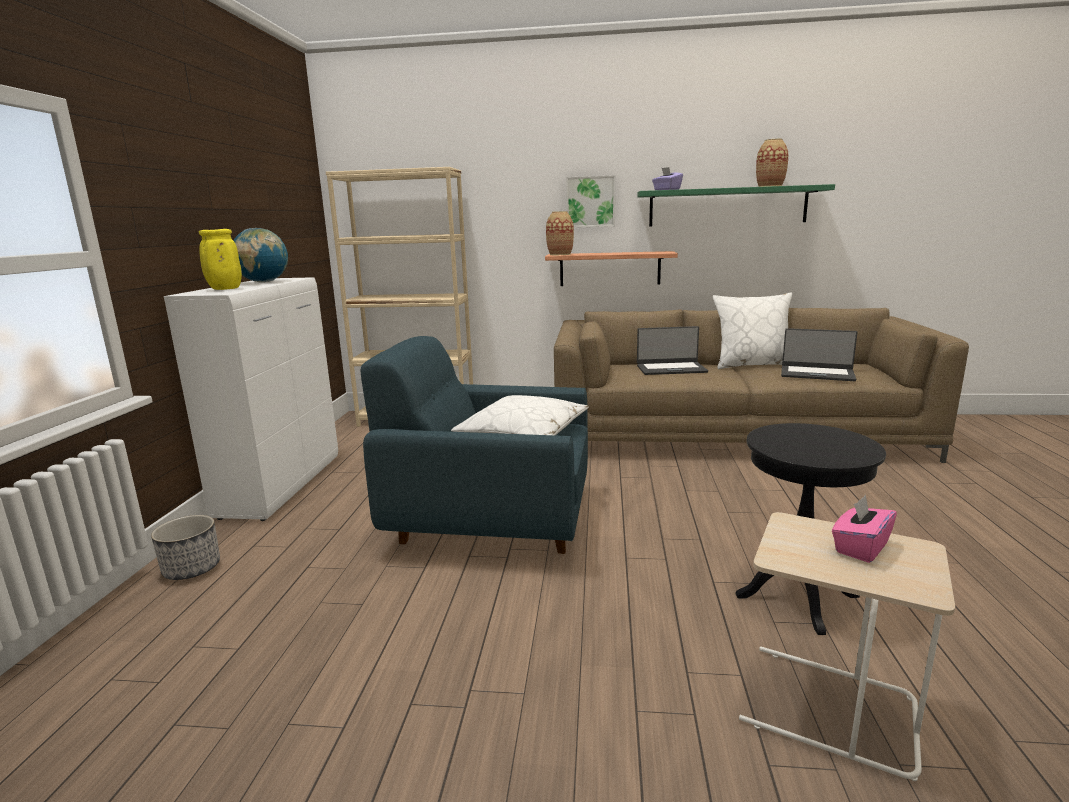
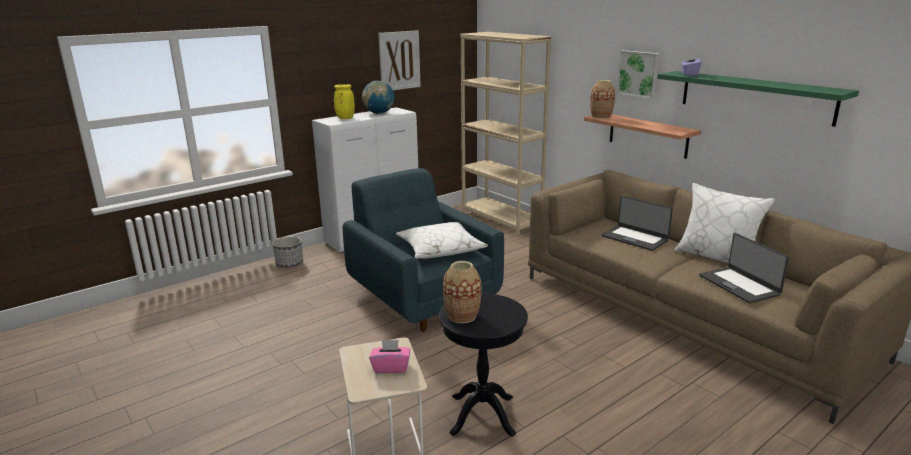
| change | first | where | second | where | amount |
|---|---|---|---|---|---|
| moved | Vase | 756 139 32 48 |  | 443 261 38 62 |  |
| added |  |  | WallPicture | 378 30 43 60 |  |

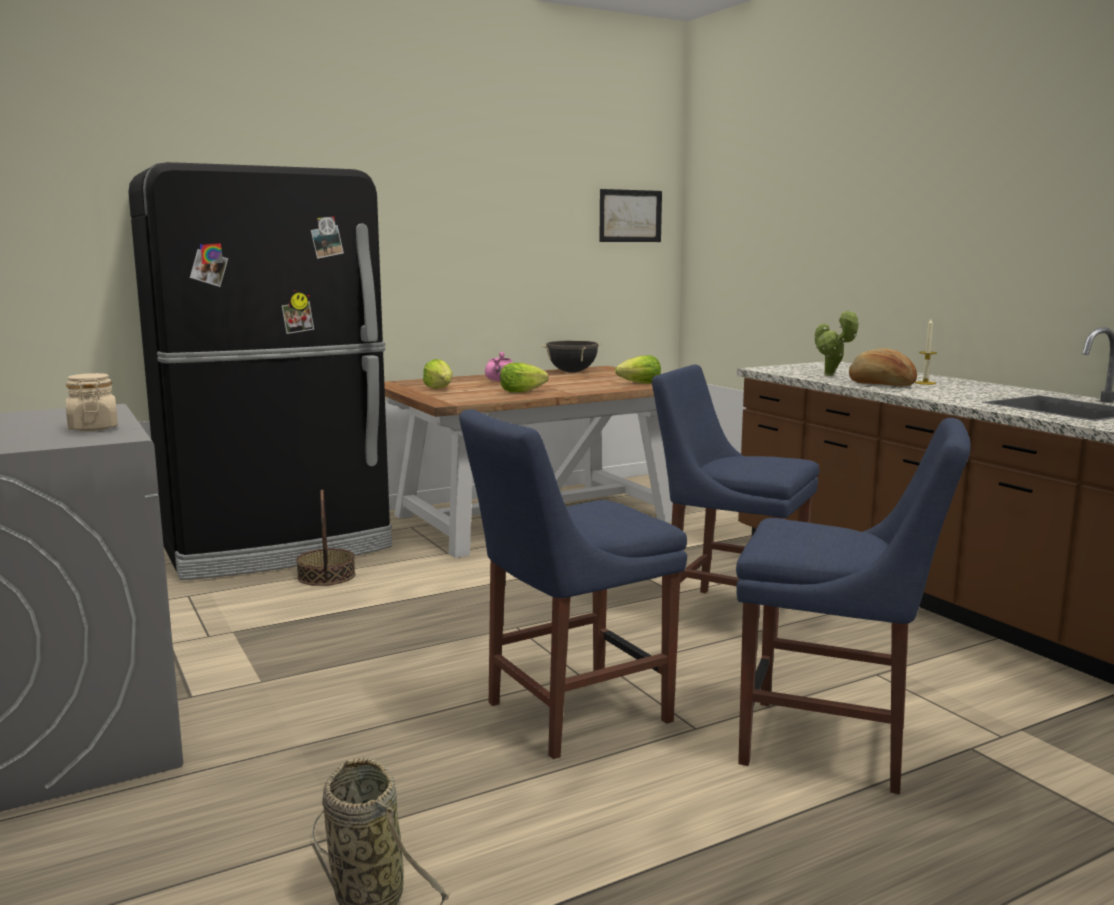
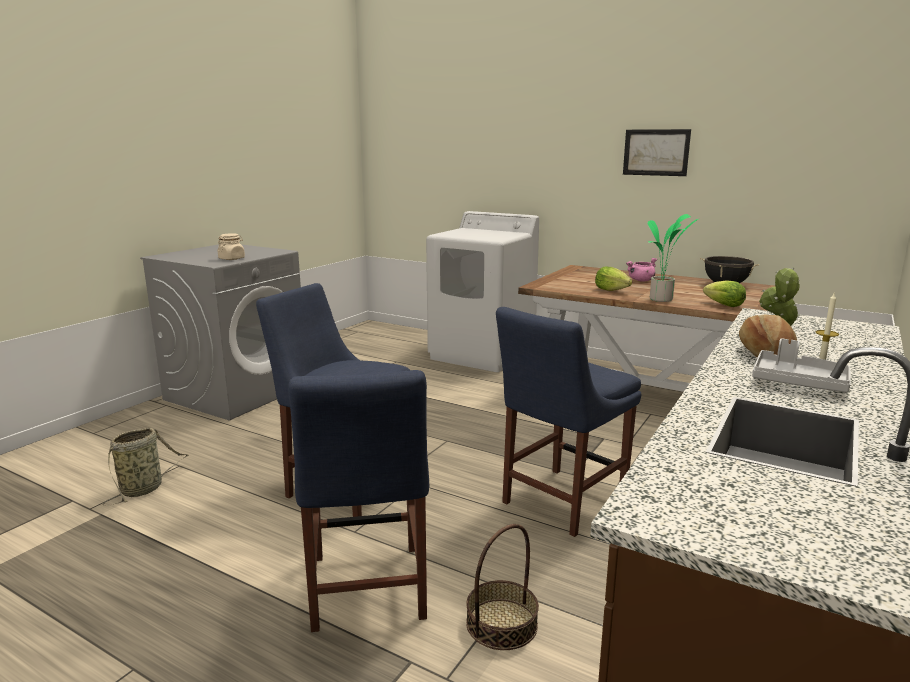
| change | first | where | second | where | amount |
|---|---|---|---|---|---|
| replaced | BlackFridge | 128 162 264 418 | WhiteColouredWashingMachine | 426 211 113 161 |  |
| moved | WallPicture | 599 189 63 53 |  | 623 129 68 47 |  |
| removed | LettuceHead | 423 359 29 30 |  |  |  |
| turned | BlueChair | 652 365 168 273 |  | 496 307 145 230 | 135 degrees counterclockwise |
| moved | Basket | 296 490 59 96 |  | 466 524 73 126 |  |
| added |  |  | PottedPlant | 647 214 51 88 |  |
| added |  |  | GreyServingTray | 752 338 99 55 |  |

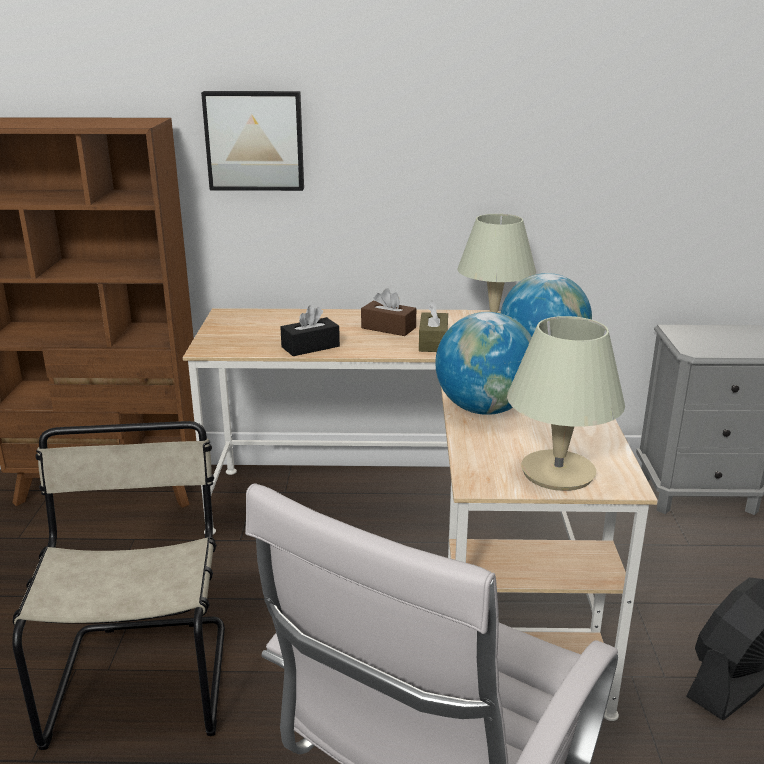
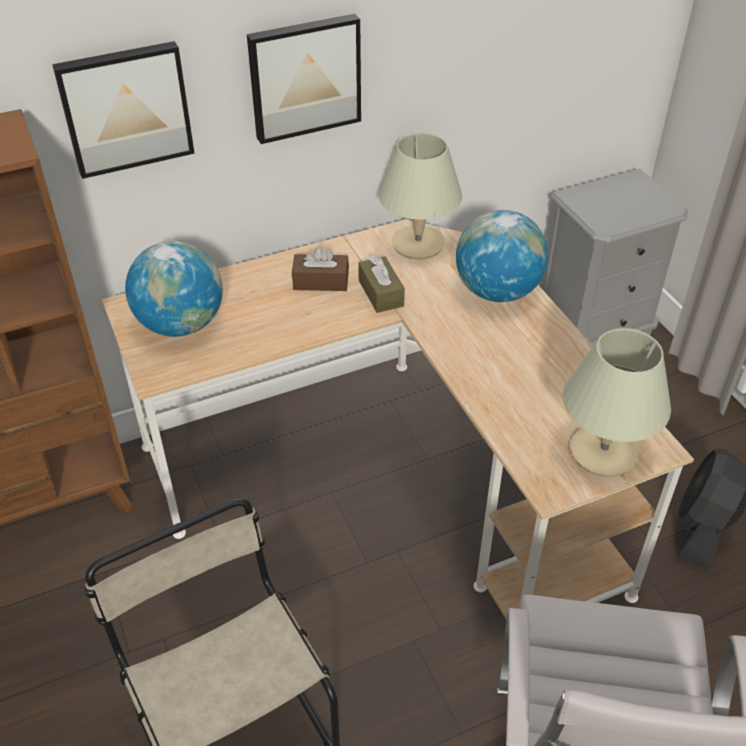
| change | first | where | second | where | amount |
|---|---|---|---|---|---|
| removed | BlackBoxOfTissues | 280 305 60 51 |  |  |  |
| moved | WorldGlobe | 435 312 97 103 |  | 125 241 98 96 |  |
| added |  |  | WallPicture | 247 14 114 130 |  |

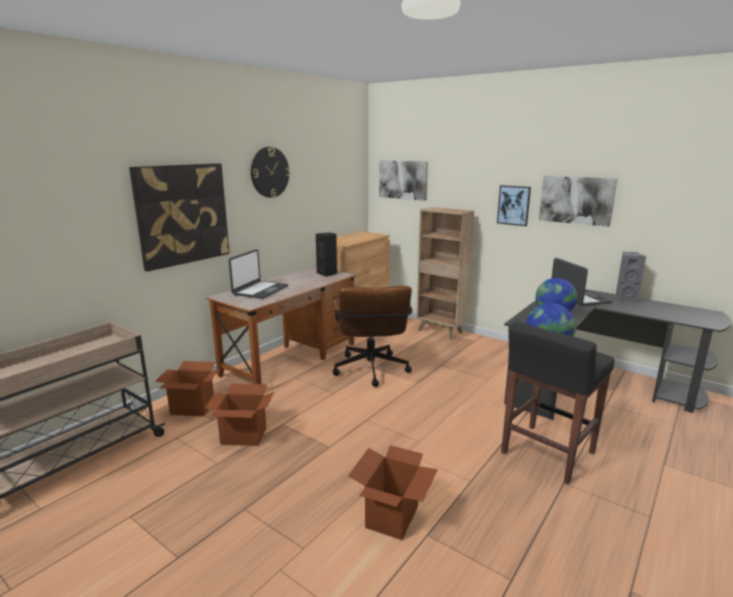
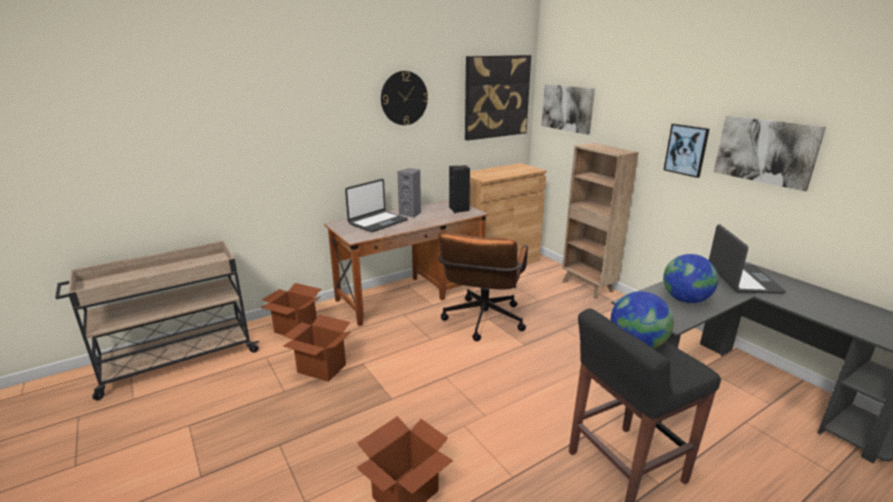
| change | first | where | second | where | amount |
|---|---|---|---|---|---|
| moved | WallPicture | 129 163 101 109 |  | 465 55 66 86 |  |
| moved | GreyAudioSpeaker | 616 252 30 51 |  | 398 168 23 50 |  |

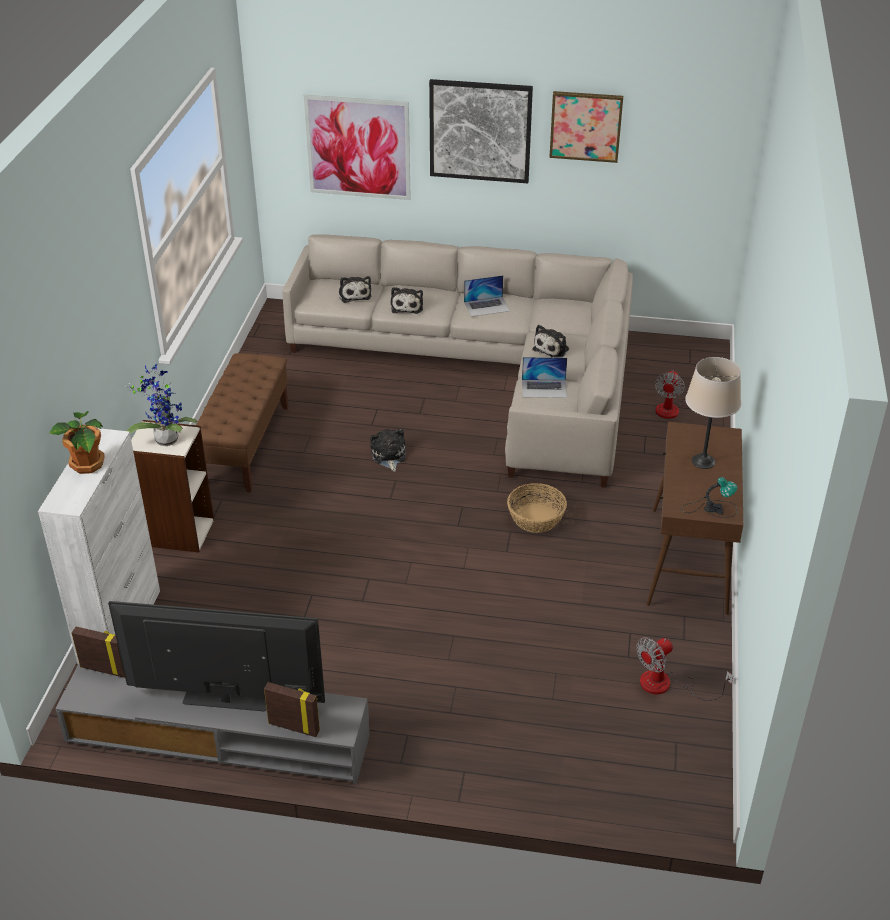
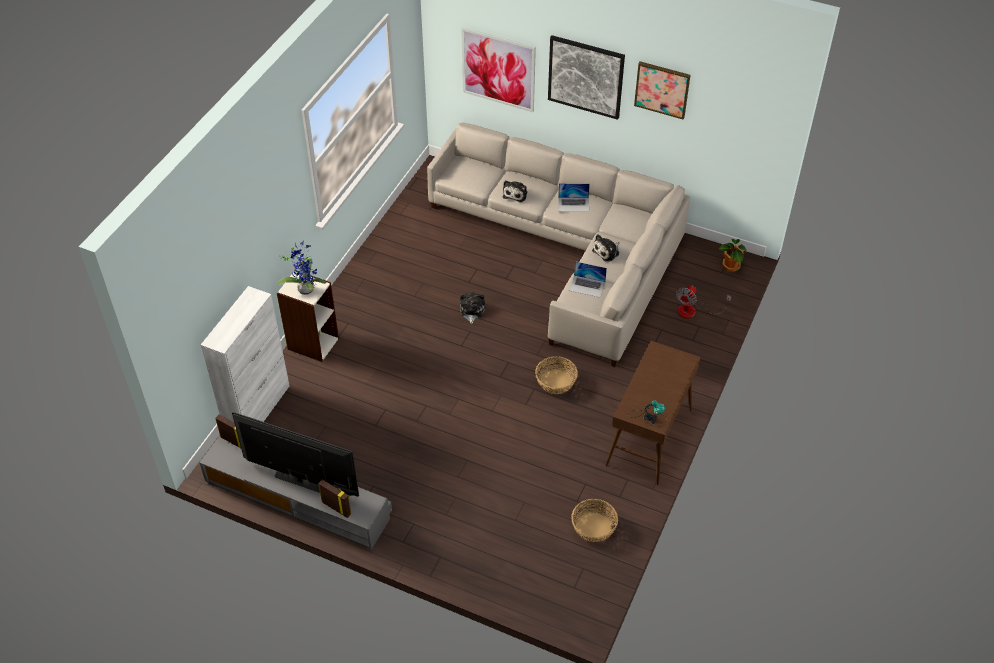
| change | first | where | second | where | amount |
|---|---|---|---|---|---|
| removed | PlushToy | 339 276 33 27 |  |  |  |
| removed | BrownColouredIndoorBench | 196 353 93 140 |  |  |  |
| removed | BeigeColouredTableLamp | 685 357 56 112 |  |  |  |
| moved | PottedPlant | 49 411 56 63 |  | 719 239 27 33 |  |
| replaced | CoolingFan | 636 637 97 64 | Basket | 572 499 46 43 |  |

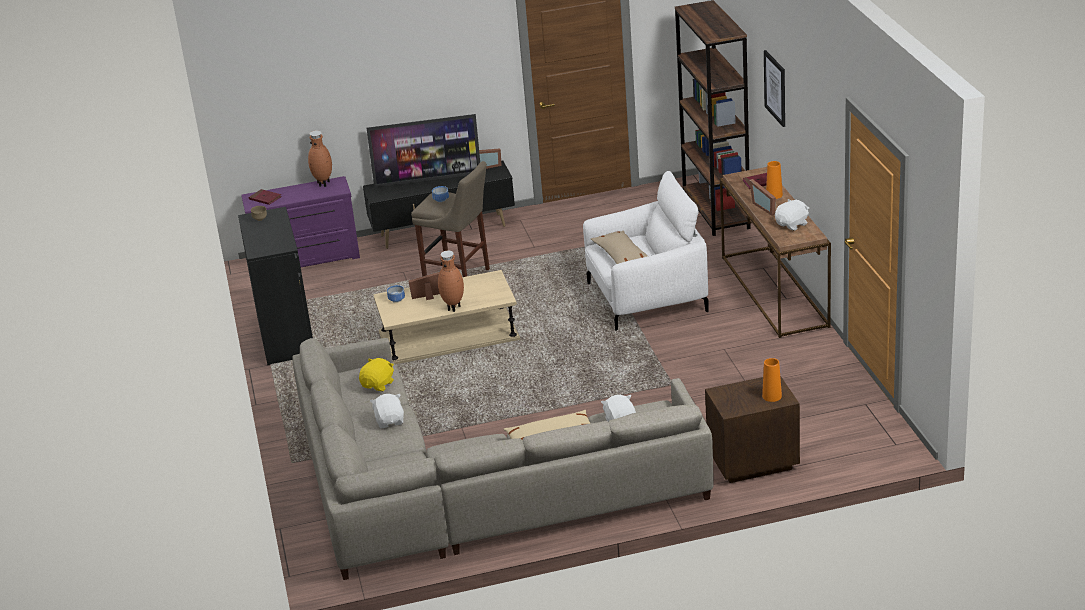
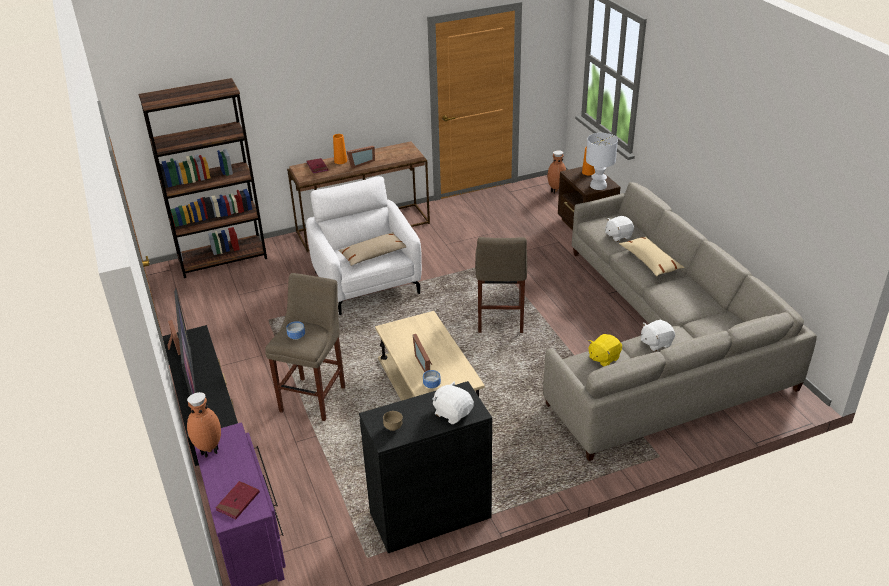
| change | first | where | second | where | amount |
|---|---|---|---|---|---|
| removed | WallPicture | 764 50 21 77 |  |  |  |
| moved | WhiteColouredPlushToy | 775 199 34 32 |  | 432 381 42 43 |  |
| moved | BrownColouredVase | 438 250 26 62 |  | 548 151 18 43 |  |
| turned | YellowPlushToy | 359 358 35 33 |  | 589 334 33 33 | 60 degrees counterclockwise |
| added |  |  | WhiteColouredTableLamp | 586 133 32 57 |  |
| added |  |  | BeigeColouredStool | 475 237 52 96 |  |

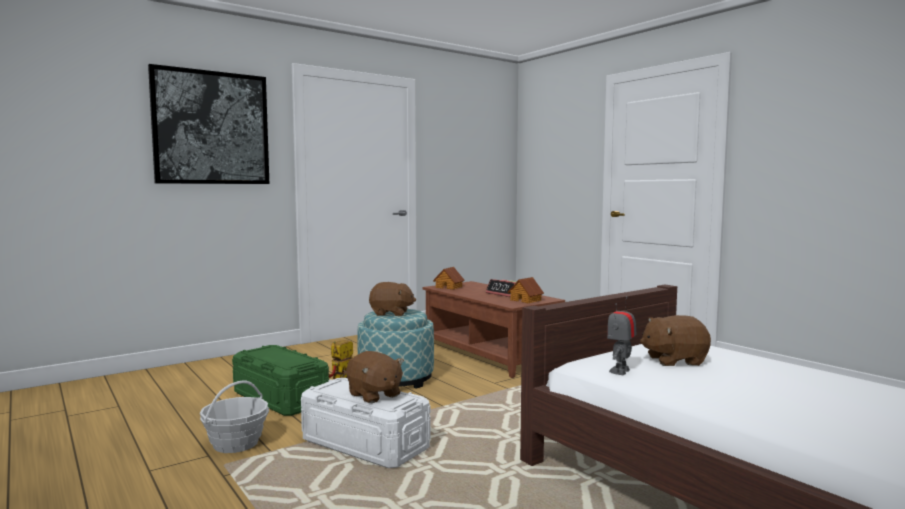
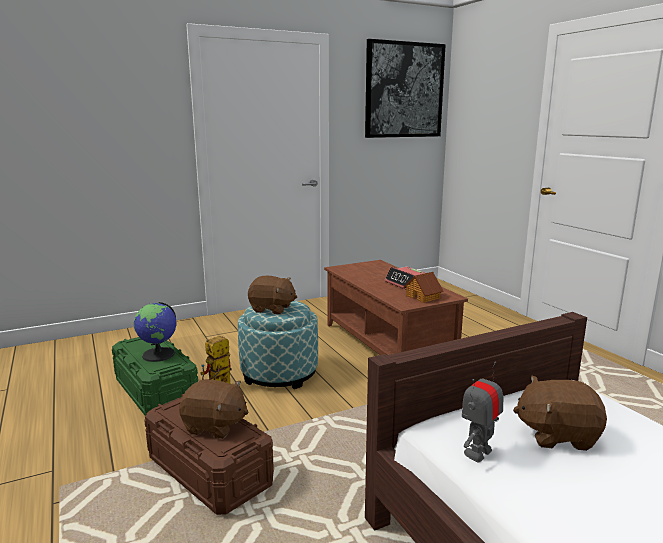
| change | first | where | second | where | amount |
|---|---|---|---|---|---|
| moved | WallPicture | 148 64 121 120 |  | 365 39 81 99 |  |
| removed | ModelHouse | 433 267 32 23 |  |  |  |
| turned | BrownColouredPlushToy | 346 351 58 52 |  | 179 379 69 60 | 45 degrees counterclockwise |
| recoloured | WhiteColouredStorageBin | 301 378 130 90 | BrownColouredStorageBin | 144 394 130 121 |  |
| removed | Basket | 200 380 69 73 |  |  |  |
| added |  |  | WorldGlobe | 134 302 43 60 |  |

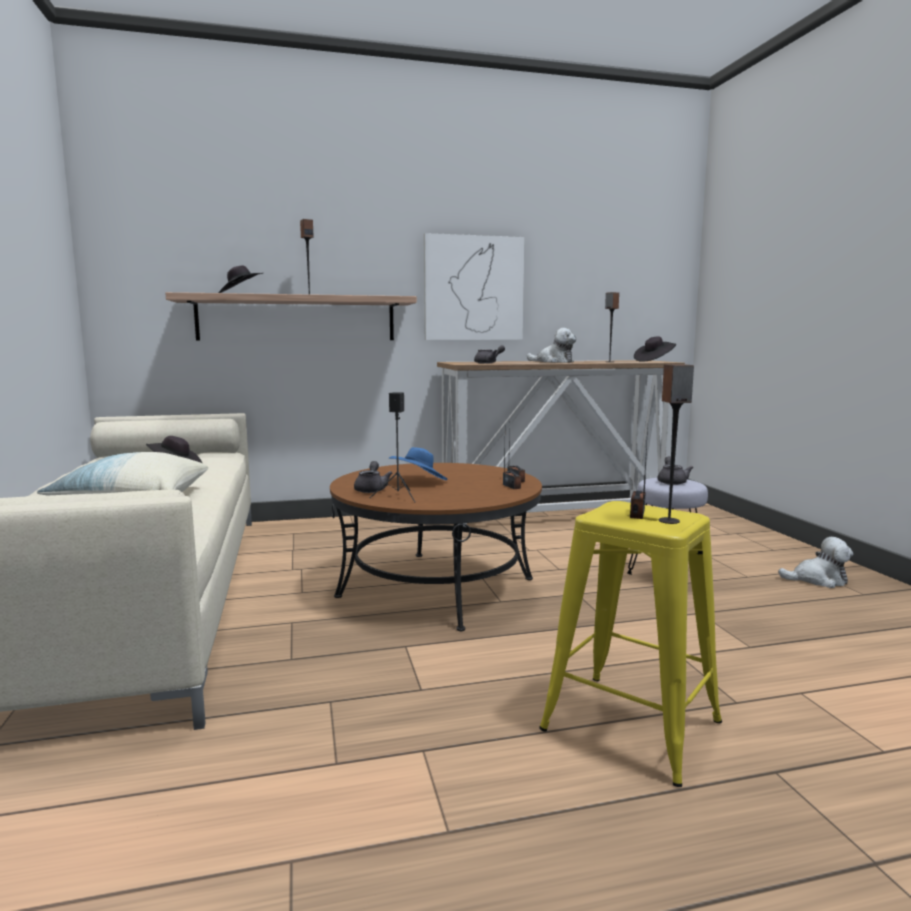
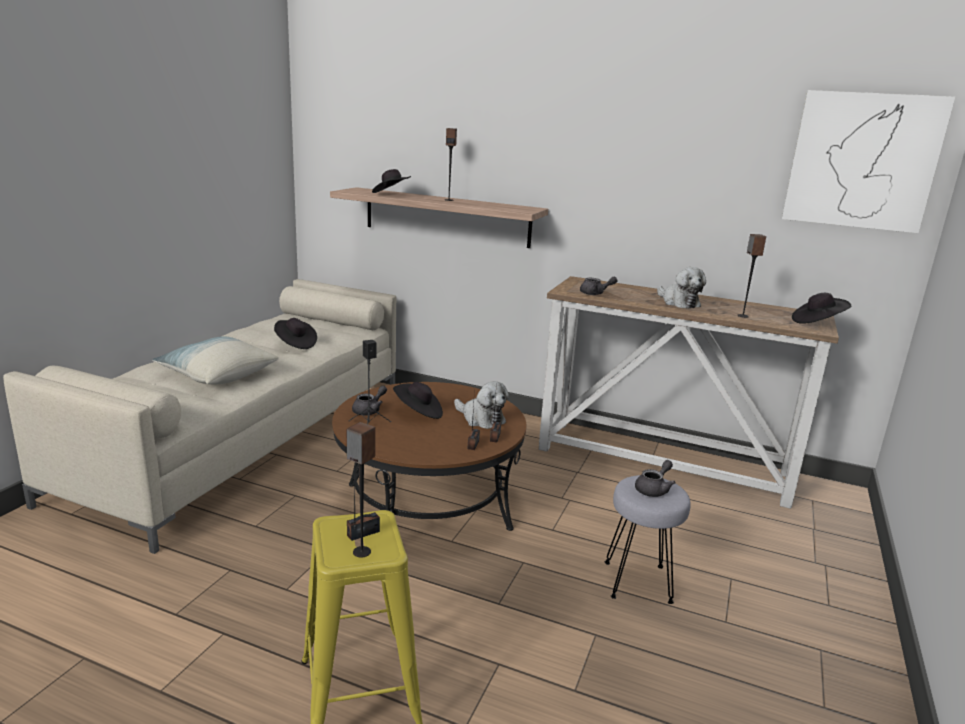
| change | first | where | second | where | amount |
|---|---|---|---|---|---|
| moved | WallPicture | 424 233 101 107 |  | 782 90 173 143 |  |
| recoloured | BlueWearableHat | 389 447 58 33 | BlackWearableHat | 393 382 50 37 |  |
| moved | PlushToy | 778 537 75 51 |  | 454 381 55 48 |  |

